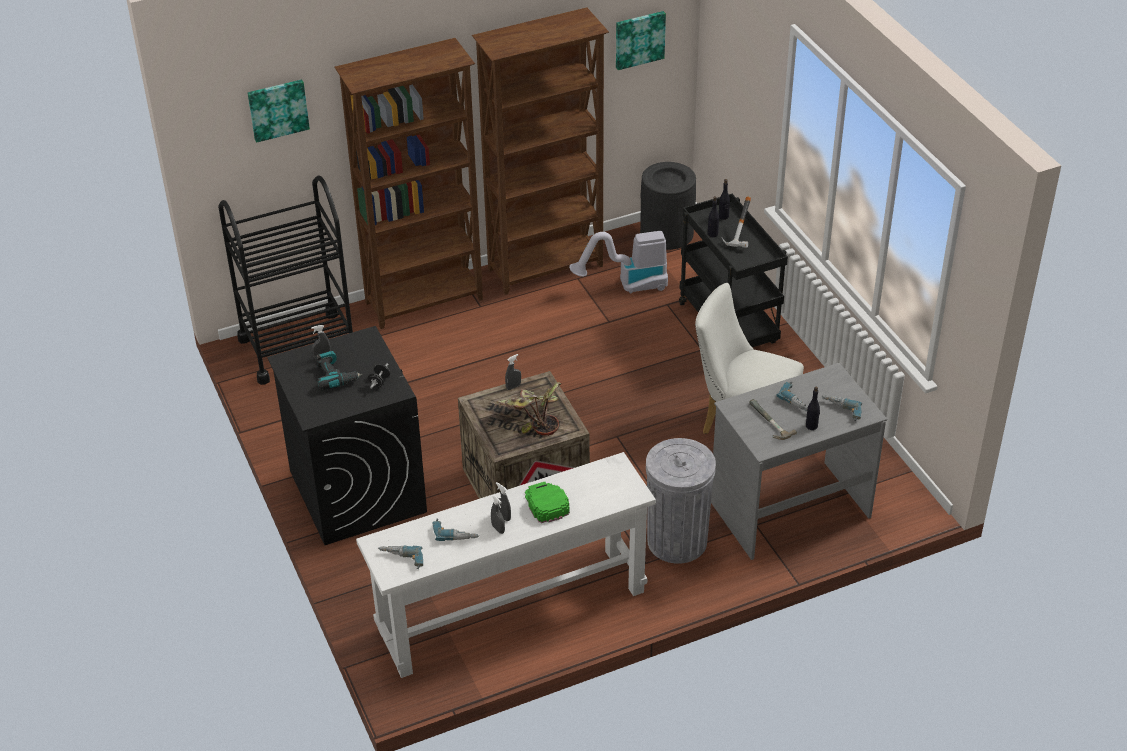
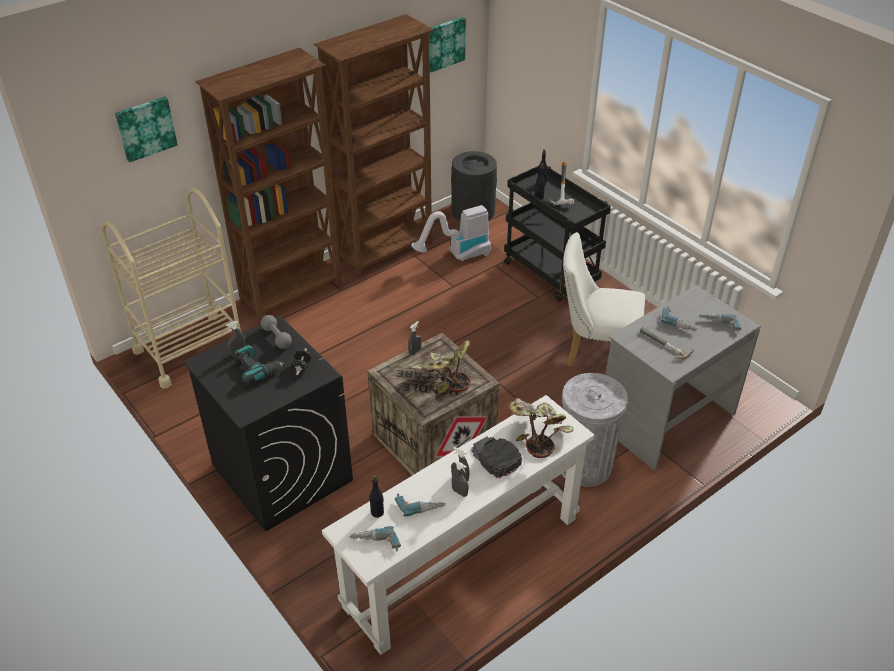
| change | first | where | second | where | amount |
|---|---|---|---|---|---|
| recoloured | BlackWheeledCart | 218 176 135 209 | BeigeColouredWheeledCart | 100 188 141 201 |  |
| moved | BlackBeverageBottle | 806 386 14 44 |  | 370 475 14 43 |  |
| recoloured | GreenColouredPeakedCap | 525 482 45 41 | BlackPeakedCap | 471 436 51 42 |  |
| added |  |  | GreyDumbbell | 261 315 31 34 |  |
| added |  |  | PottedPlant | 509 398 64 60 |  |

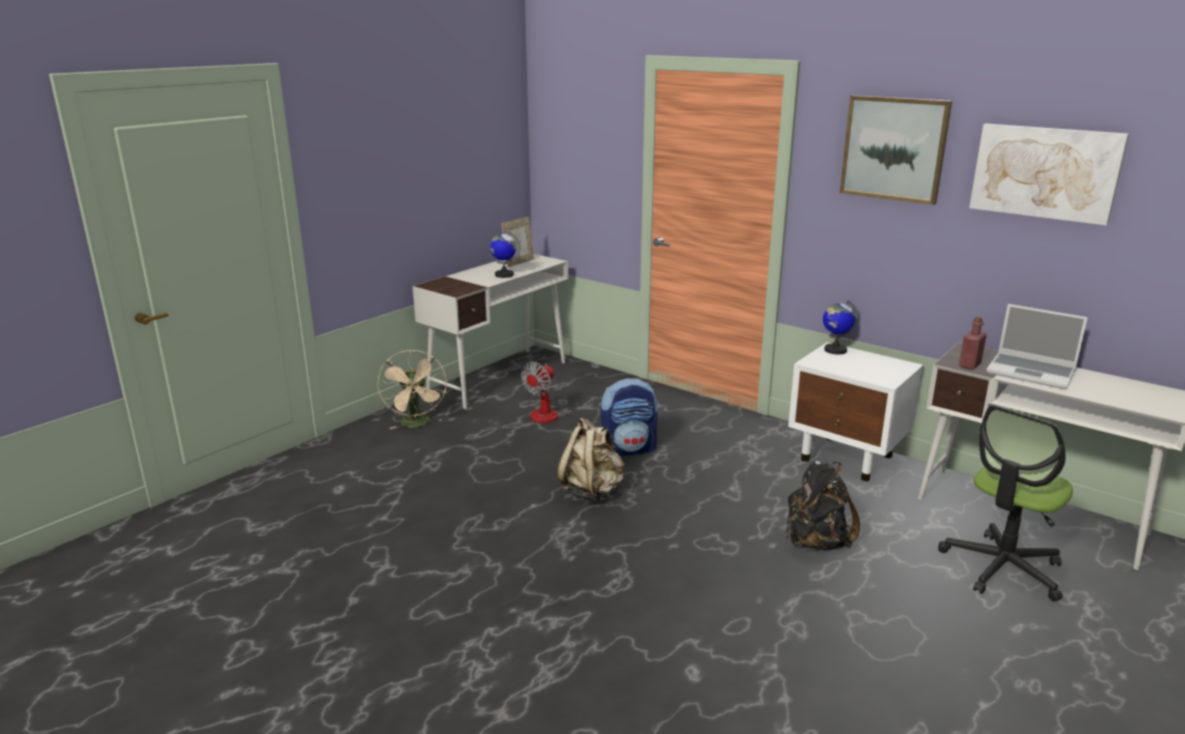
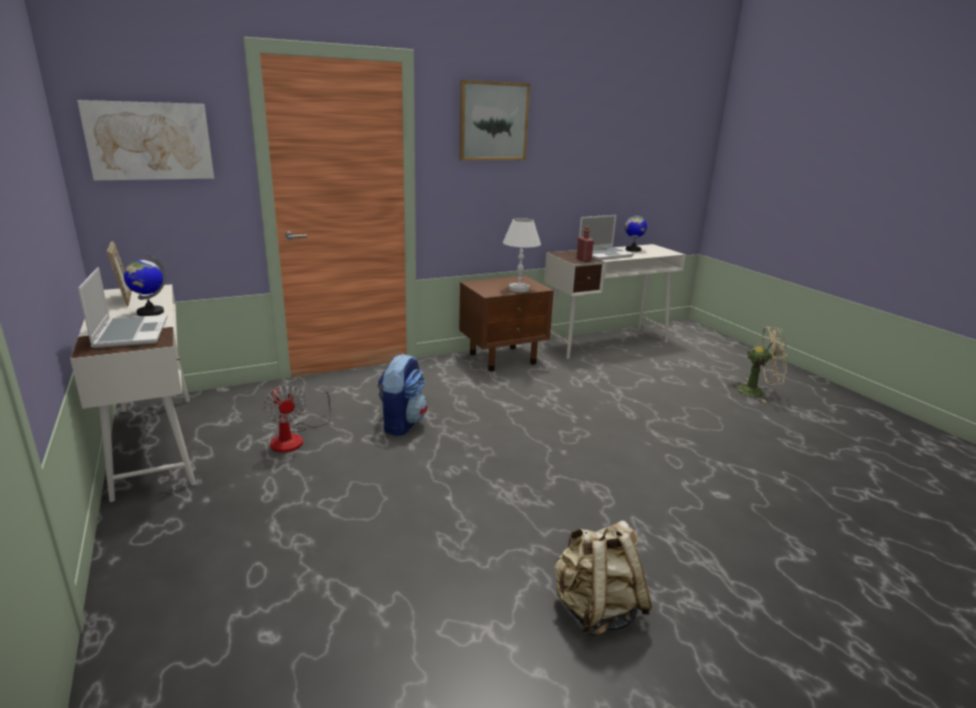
| change | first | where | second | where | amount |
|---|---|---|---|---|---|
| moved | WallPicture | 969 124 160 101 |  | 77 100 137 81 |  |
| moved | WorldGlobe | 823 300 35 54 |  | 625 213 22 39 |  |
| recoloured | WhiteColouredNightstand | 788 342 135 139 | BrownColouredNightstand | 459 276 95 95 |  |
| moved | BeigeColouredCoolingFan | 378 350 69 79 |  | 728 326 59 76 |  |
| removed | OfficeChair | 938 405 135 197 |  |  |  |
| moved | BeigeColouredRucksack | 557 417 67 84 |  | 554 520 98 116 |  |
| removed | BlackRucksack | 786 461 74 90 |  |  |  |
| added |  |  | WhiteColouredTableLamp | 503 218 38 74 |  |
| added |  |  | NotebookComputer | 78 267 89 81 |  |

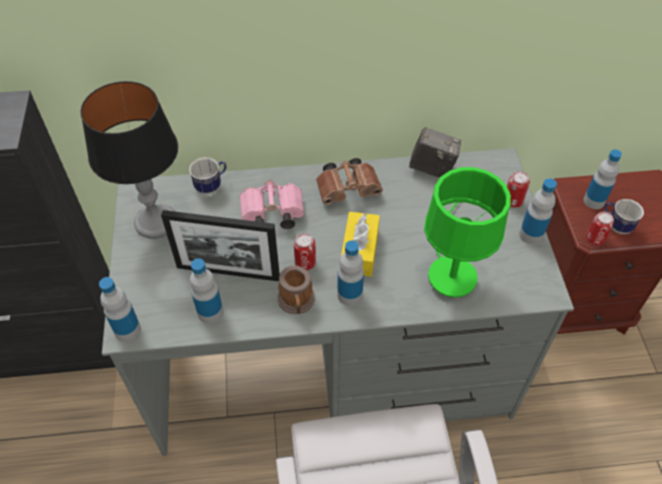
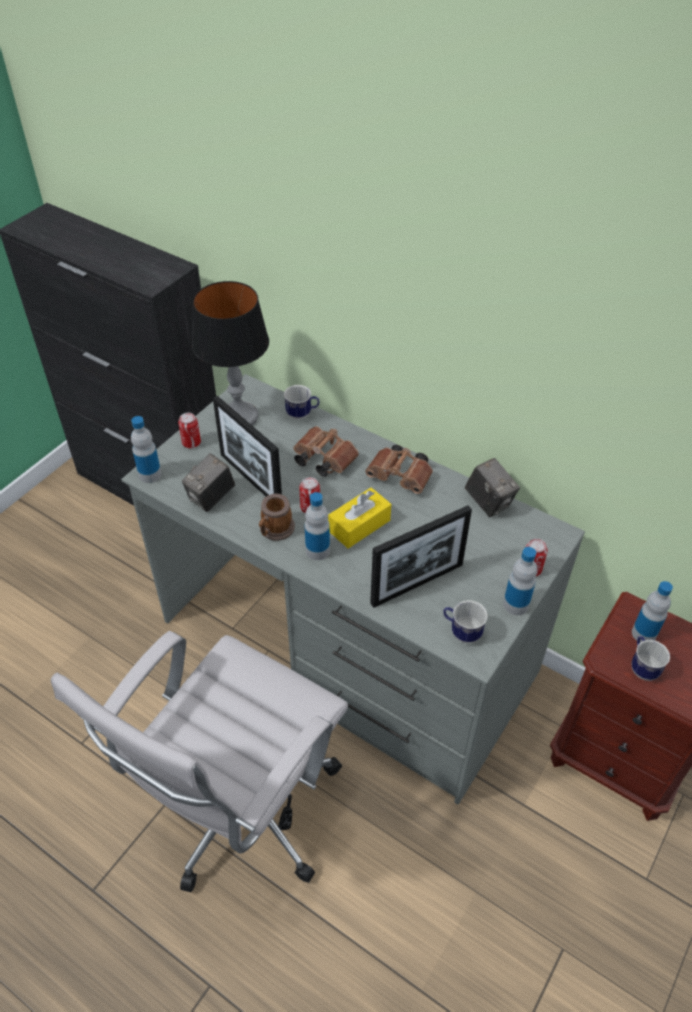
| change | first | where | second | where | amount |
|---|---|---|---|---|---|
| replaced | GreenColouredTableLamp | 424 167 87 131 | StandingFrame | 370 505 102 103 |  |
| recoloured | PinkColouredFieldGlasses | 239 180 65 49 | BrownColouredFieldGlasses | 293 426 66 51 |  |
| moved | MetalCan | 586 212 28 33 |  | 178 413 23 35 |  |
| replaced | BeverageBottle | 190 258 33 66 | PhotoCamera | 182 453 53 59 |  |
| added |  |  | CoffeeMug | 443 600 45 43 |  |

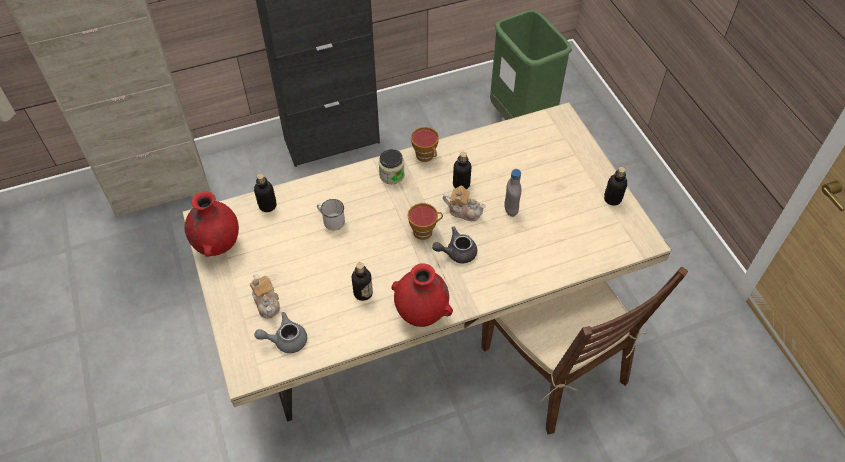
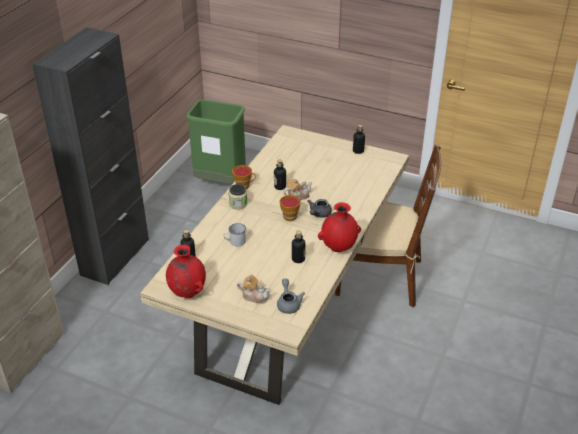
| change | first | where | second | where | amount |
|---|---|---|---|---|---|
| removed | GreyBeverageBottle | 504 169 18 48 |  |  |  |
| turned | GreyTeapot | 254 312 53 41 |  | 277 278 28 36 | 135 degrees clockwise |

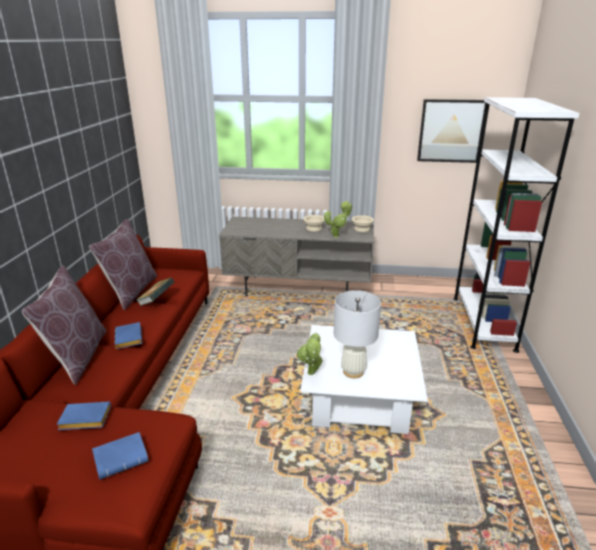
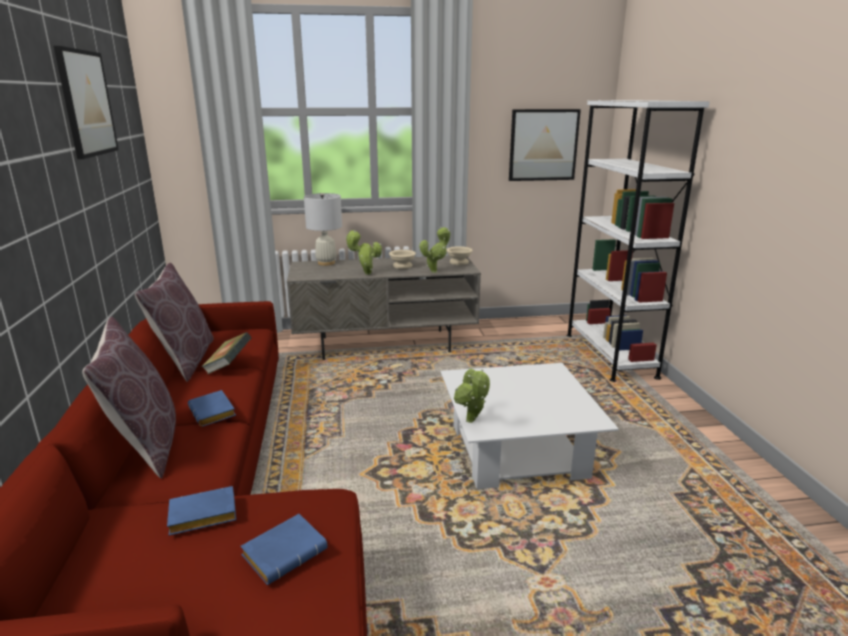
| change | first | where | second | where | amount |
|---|---|---|---|---|---|
| moved | WhiteColouredTableLamp | 334 290 47 89 |  | 304 193 38 73 |  |
| added |  |  | WallPicture | 54 46 65 113 |  |
| added |  |  | PottedPlant | 345 230 37 45 |  |

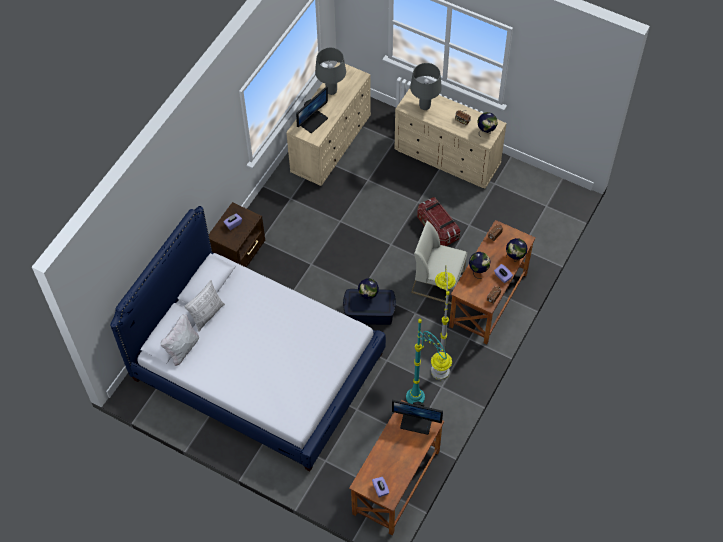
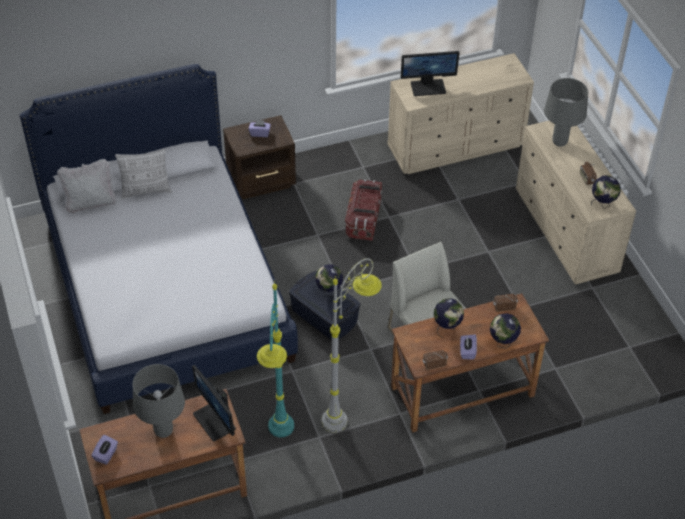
| change | first | where | second | where | amount |
|---|---|---|---|---|---|
| moved | GreyTableLamp | 315 48 31 47 |  | 133 364 52 74 |  |
| moved | StorageBin | 417 197 43 49 |  | 345 179 37 62 |  |

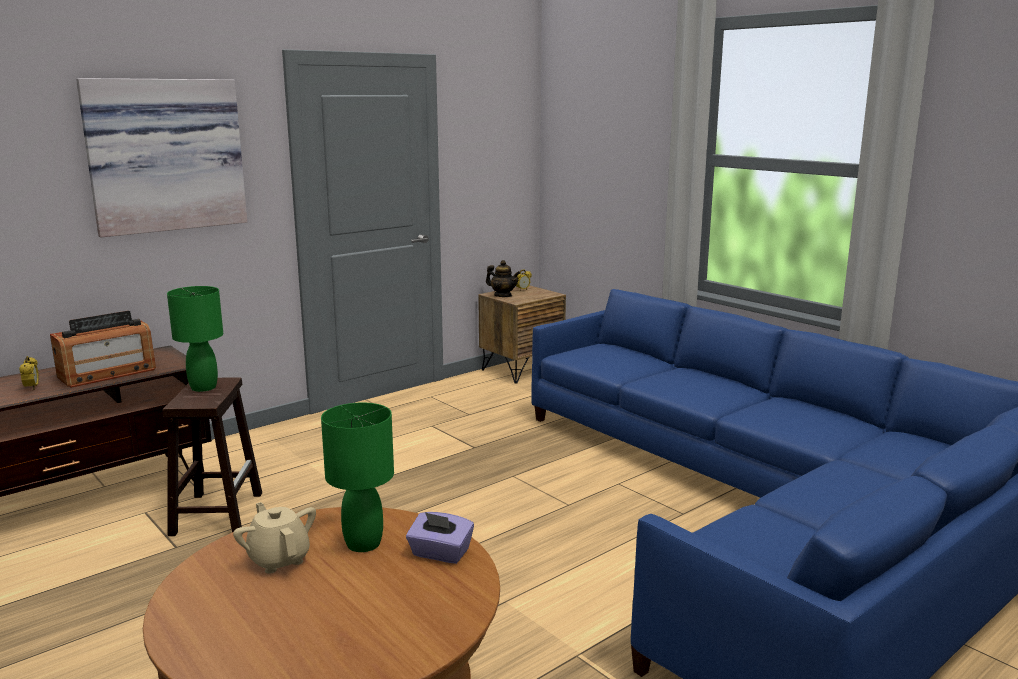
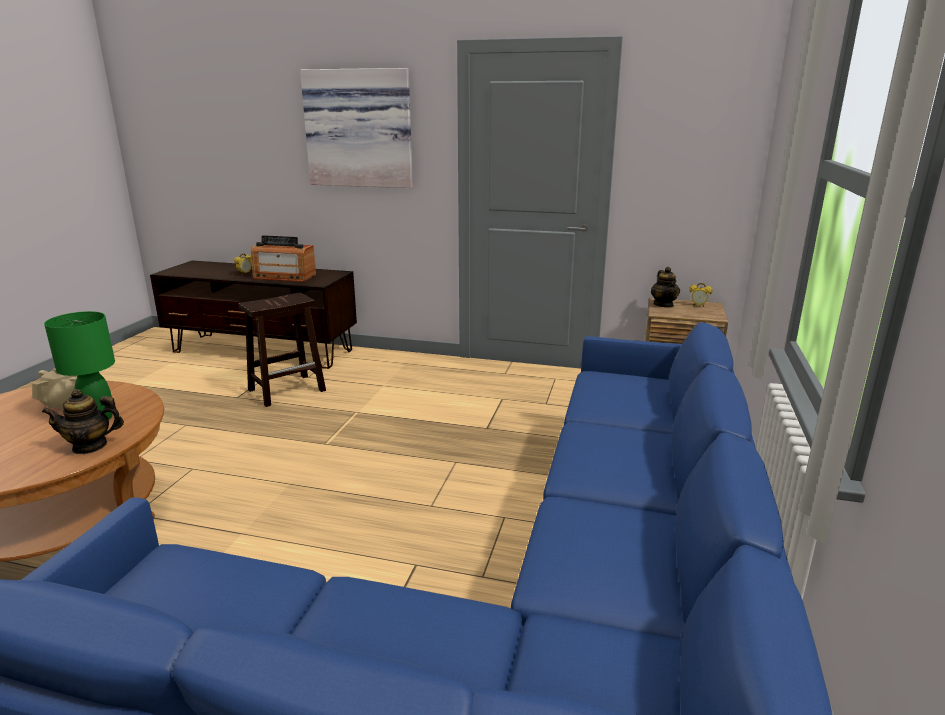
| change | first | where | second | where | amount |
|---|---|---|---|---|---|
| removed | GreenColouredTableLamp | 167 286 56 106 |  |  |  |
| replaced | PurpleColouredBoxOfTissues | 406 512 68 52 | Teapot | 42 389 82 65 |  |

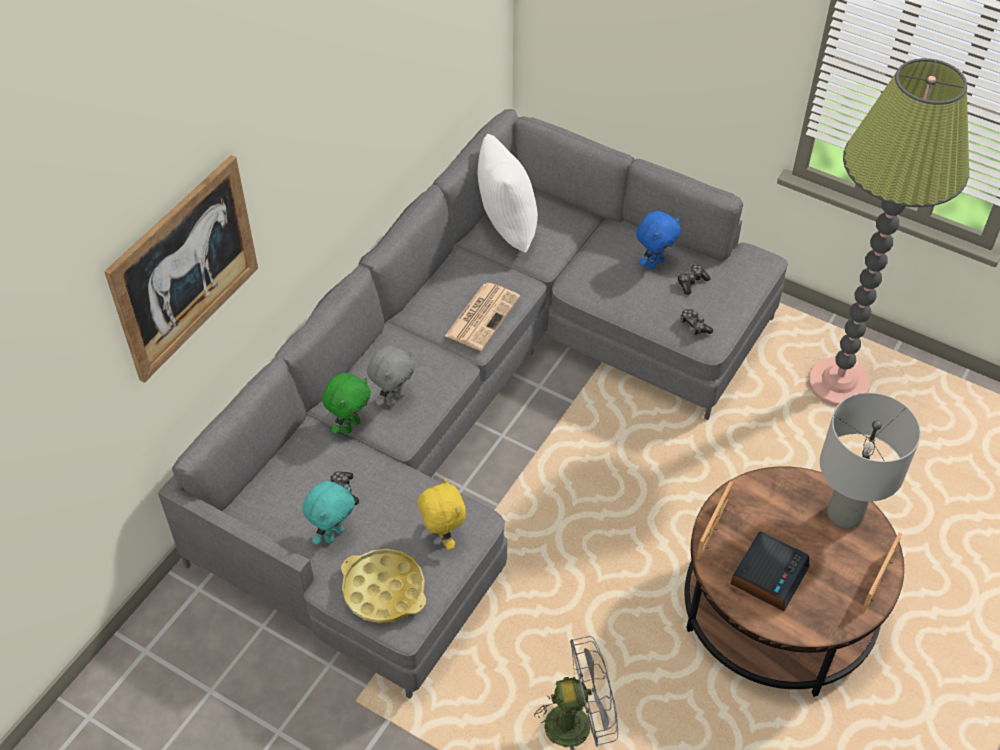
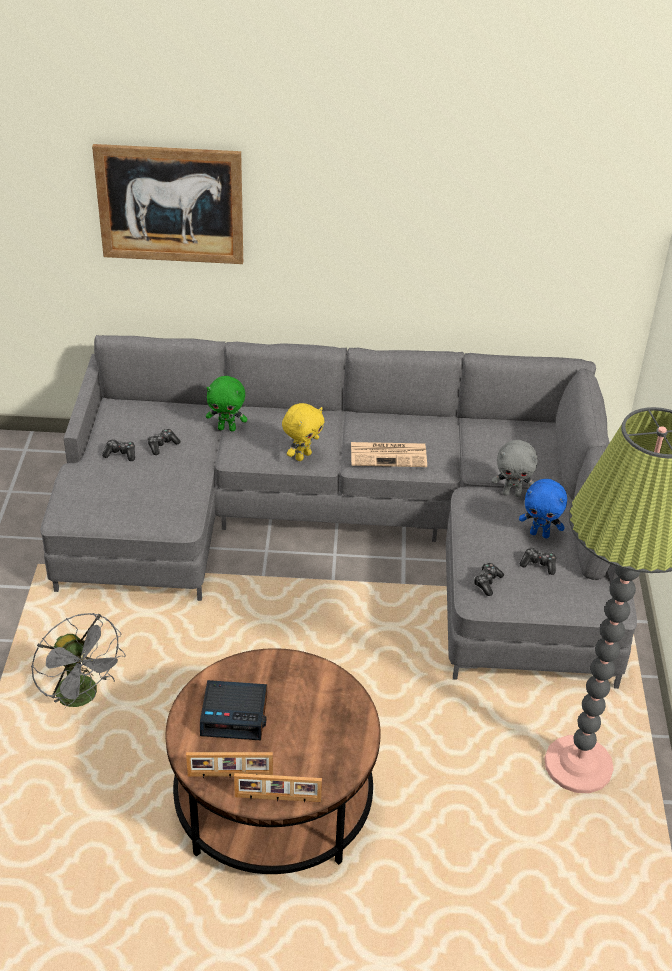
| change | first | where | second | where | amount |
|---|---|---|---|---|---|
| removed | WhiteColouredCushion | 478 134 60 119 |  |  |  |
| moved | GreyPlushToy | 367 346 49 61 |  | 492 440 46 57 |  |
| removed | GreyTableLamp | 820 393 101 136 |  |  |  |
| moved | YellowPlushToy | 418 478 48 72 |  | 282 403 43 58 |  |
| replaced | TurquoiseColouredPlushToy | 302 481 53 64 | Gamepad | 102 439 33 22 |  |
| moved | StandingFrame | 697 481 36 79 |  | 186 752 87 26 |  |
| removed | YellowServingTray | 341 549 85 74 |  |  |  |

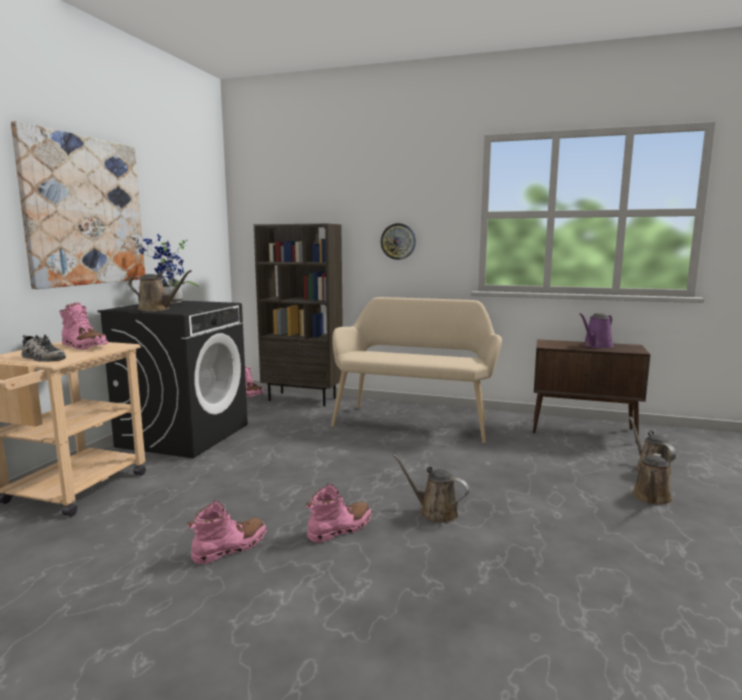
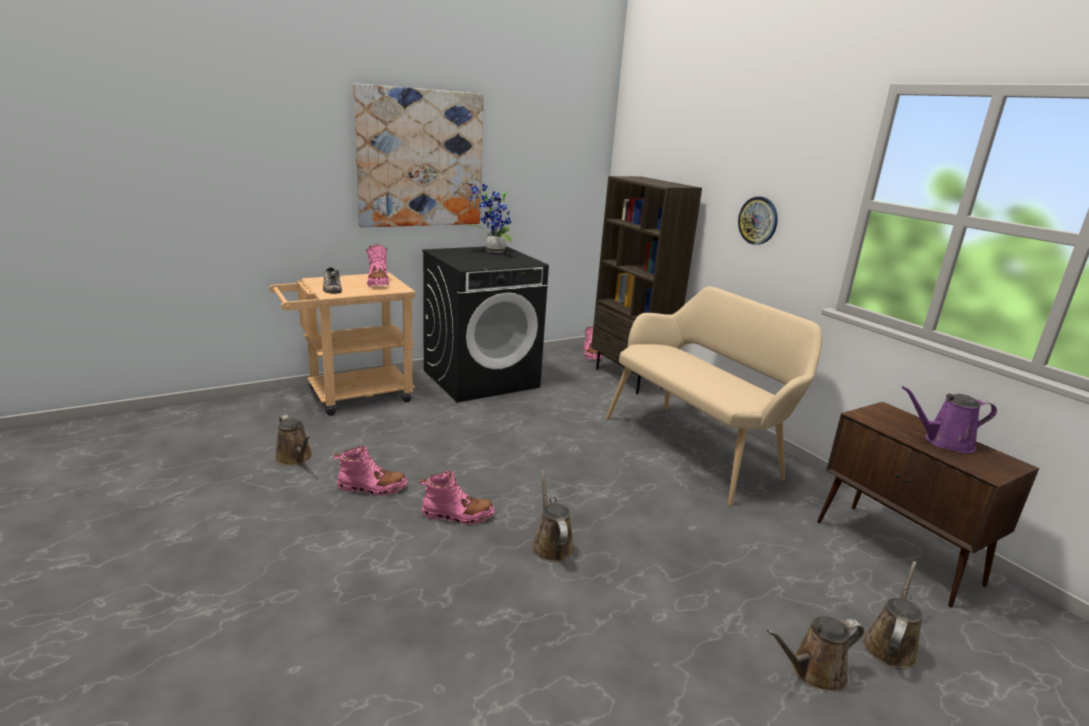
| change | first | where | second | where | amount |
|---|---|---|---|---|---|
| moved | BrownColouredWateringPot | 128 270 64 41 |  | 275 415 37 51 |  |

